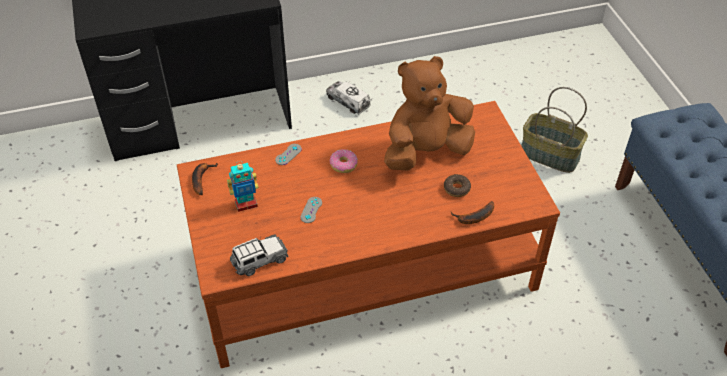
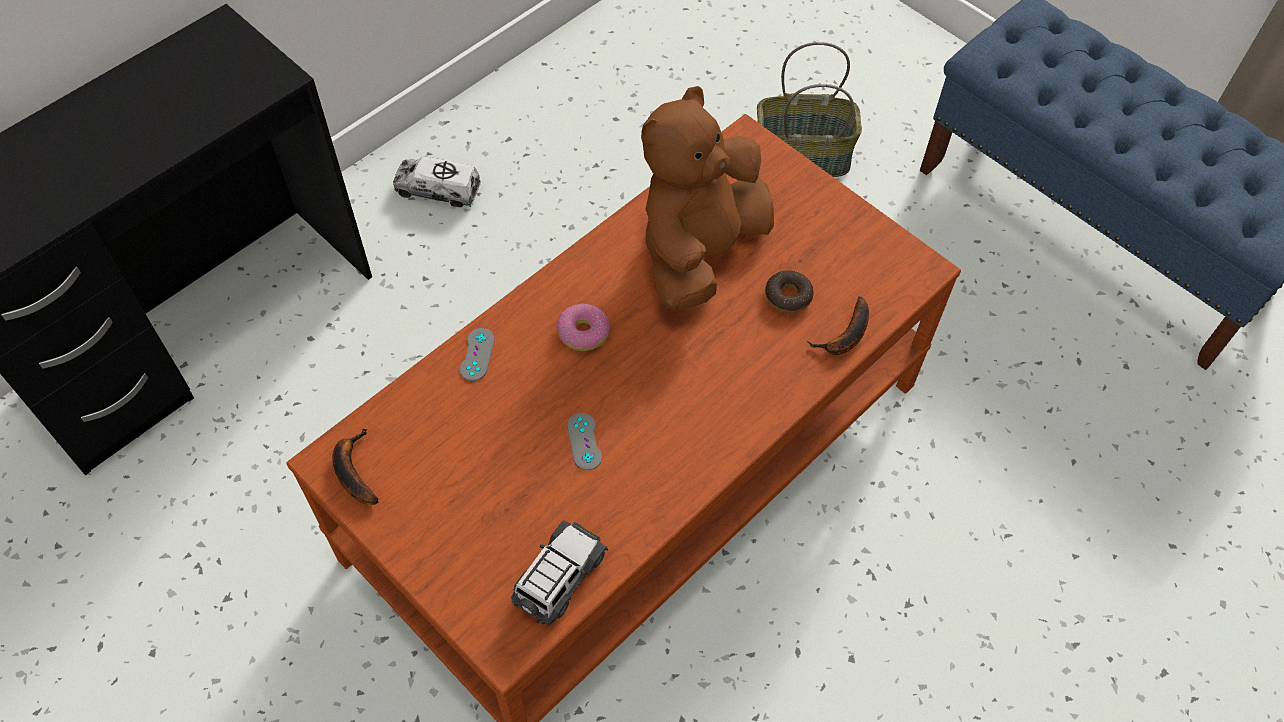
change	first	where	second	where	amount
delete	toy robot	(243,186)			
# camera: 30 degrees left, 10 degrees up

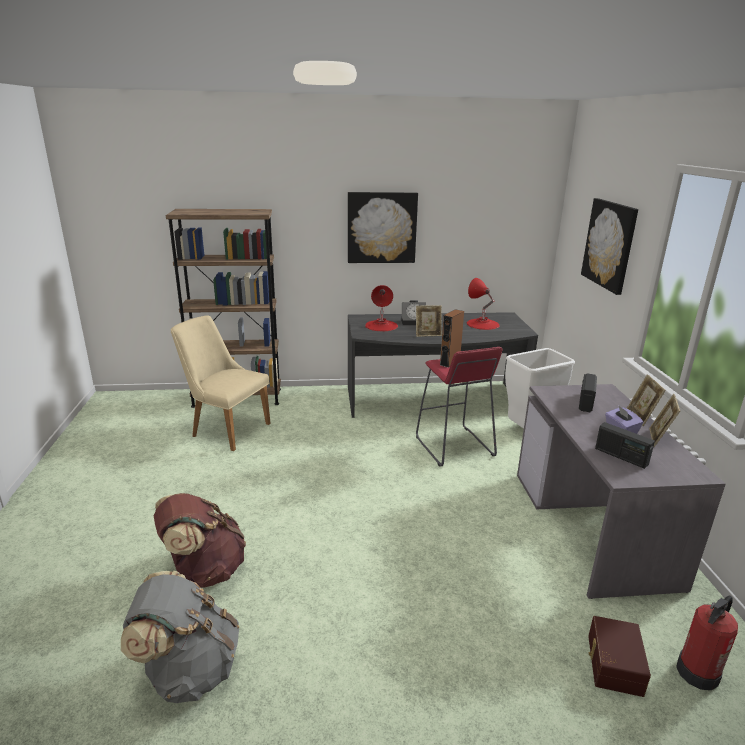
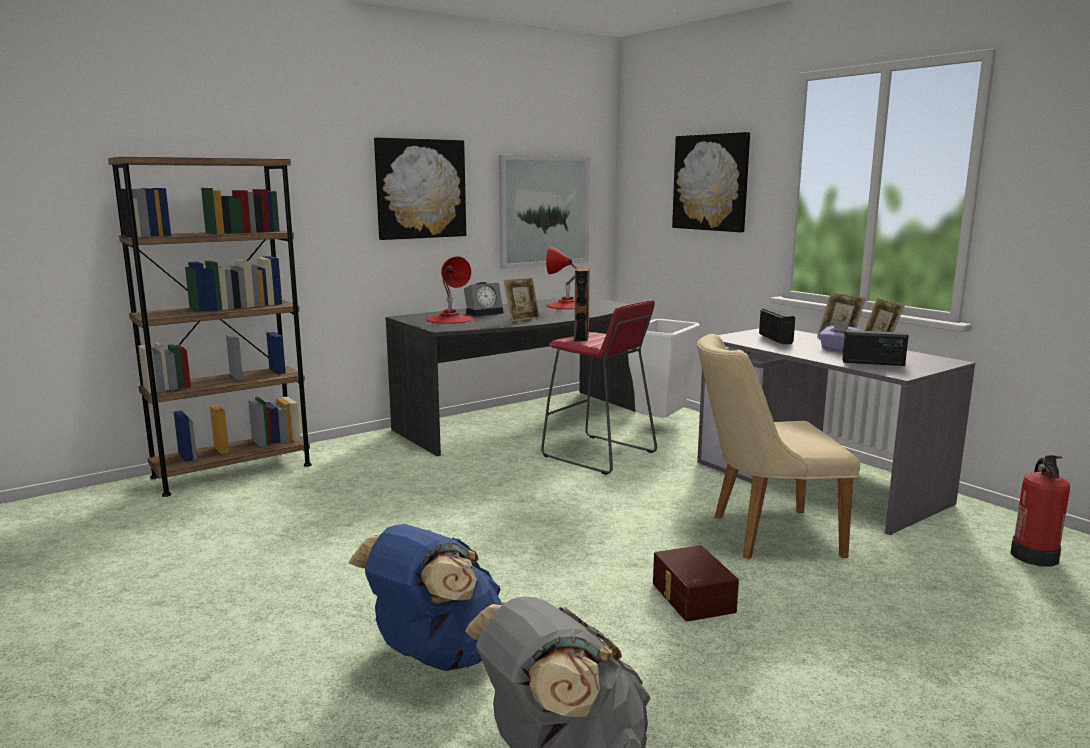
change	first	where	second	where	amount
recolor	brown backpack	(200,540)	blue backpack	(425,597)	
insert			picture	(544,212)	
move	brown storage box	(619,656)		(696,583)	
move	beige chair	(221,383)		(778,446)	
# camera: 30 degrees left, 10 degrees down

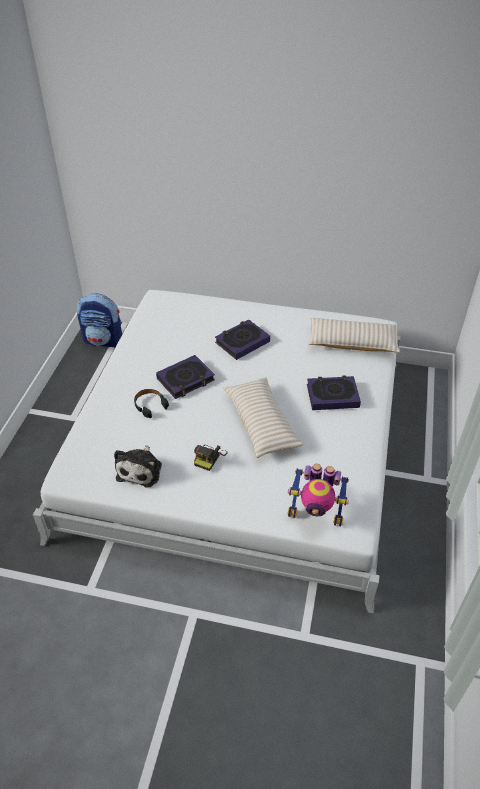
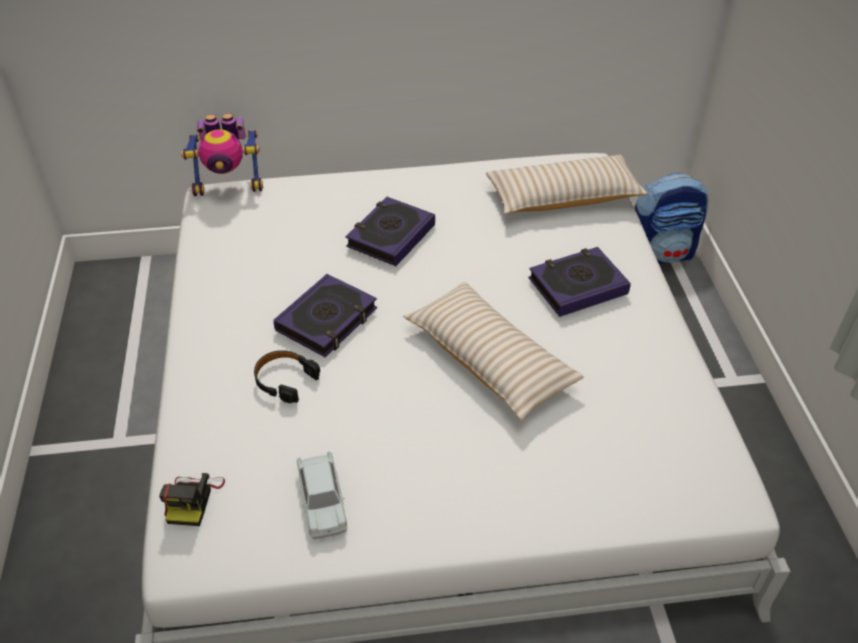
change	first	where	second	where	amount
move	photo camera	(211,458)		(192,499)	
move	toy robot	(318,495)		(222,154)	
replace	plush toy	(138,466)	white toy car	(321,495)	
move	backpack	(99,320)		(671,218)	
# camera: 20 degrees left, 0 degrees up

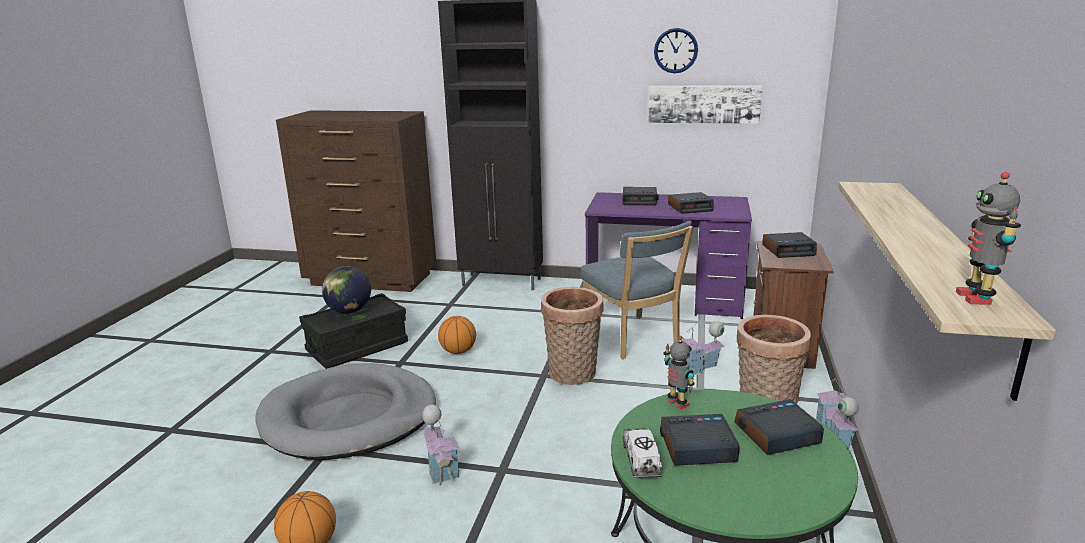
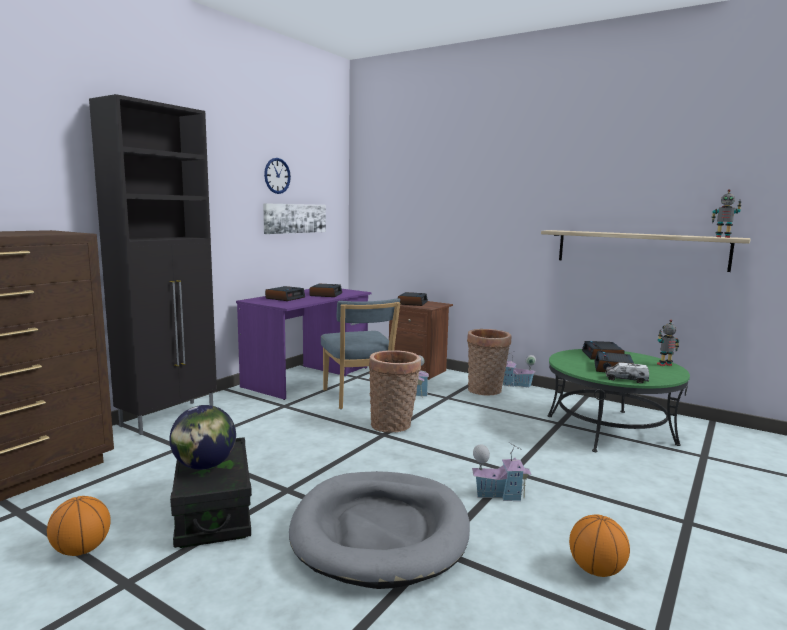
change	first	where	second	where	amount
move	basketball	(457,335)		(79,526)	
rotate	blue chair	(637,290)		(360,353)	75 degrees clockwise
move	toy robot	(679,372)		(668,343)	
# camera: 70 degrees left, 10 degrees down

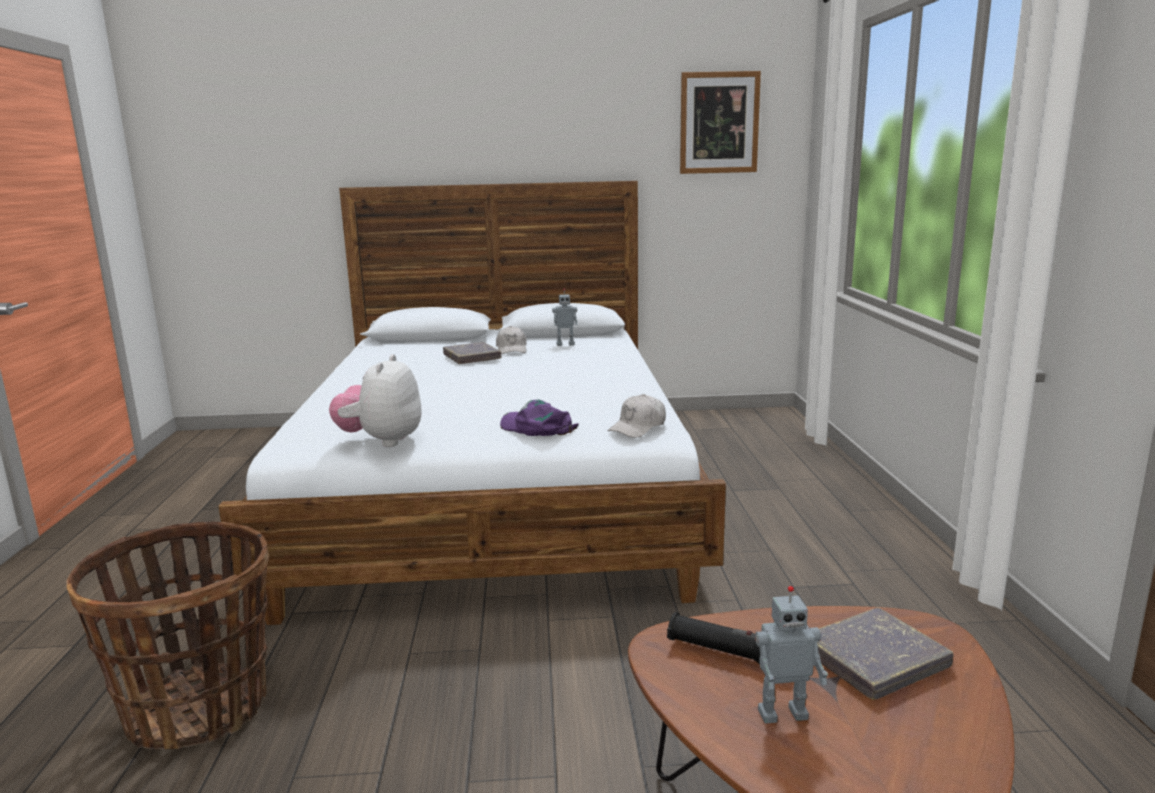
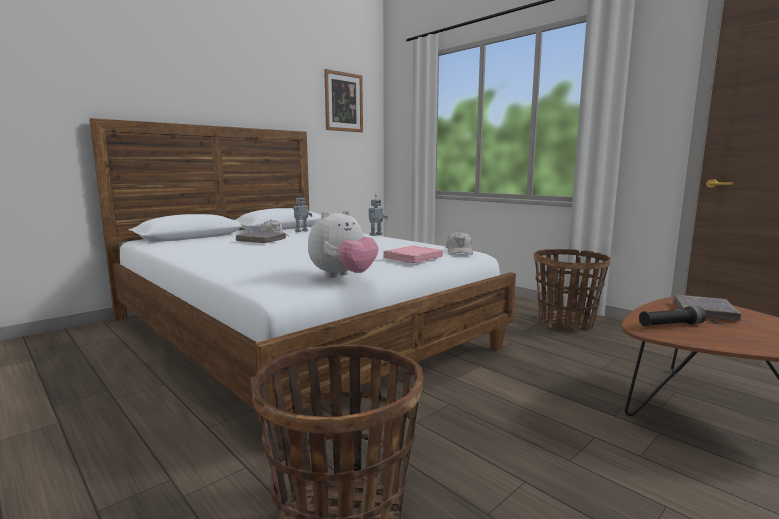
change	first	where	second	where	amount
rotate	plush toy	(375,400)		(343,244)	105 degrees counterclockwise
move	toy robot	(791,655)		(378,215)	
replace	purple cap	(539,417)	pink book	(413,254)	
insert			basket	(572,290)	
# camera: 40 degrees left, 5 degrees down

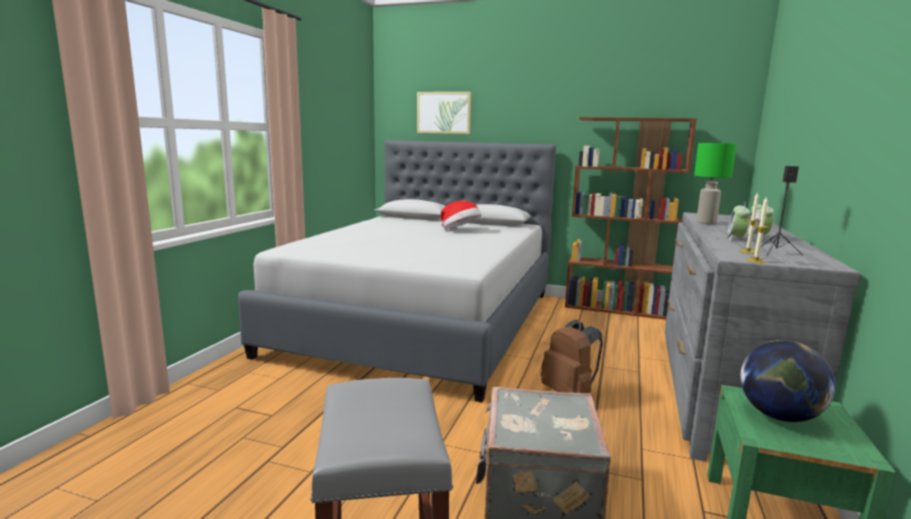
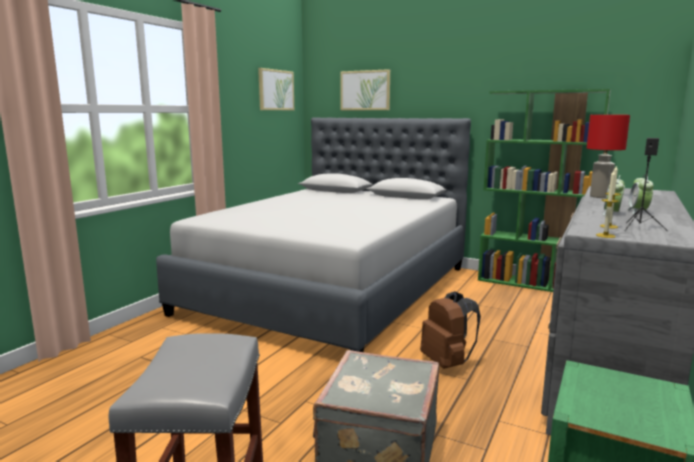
change	first	where	second	where	amount
insert			picture	(276,89)	
recolor	brown bookcase	(631,218)	green bookcase	(544,190)	
recolor	green table lamp	(715,183)	red table lamp	(608,156)	
delete	hat	(461,215)			
delete	globe	(787,381)			
# camera: 10 degrees right, 0 degrees up

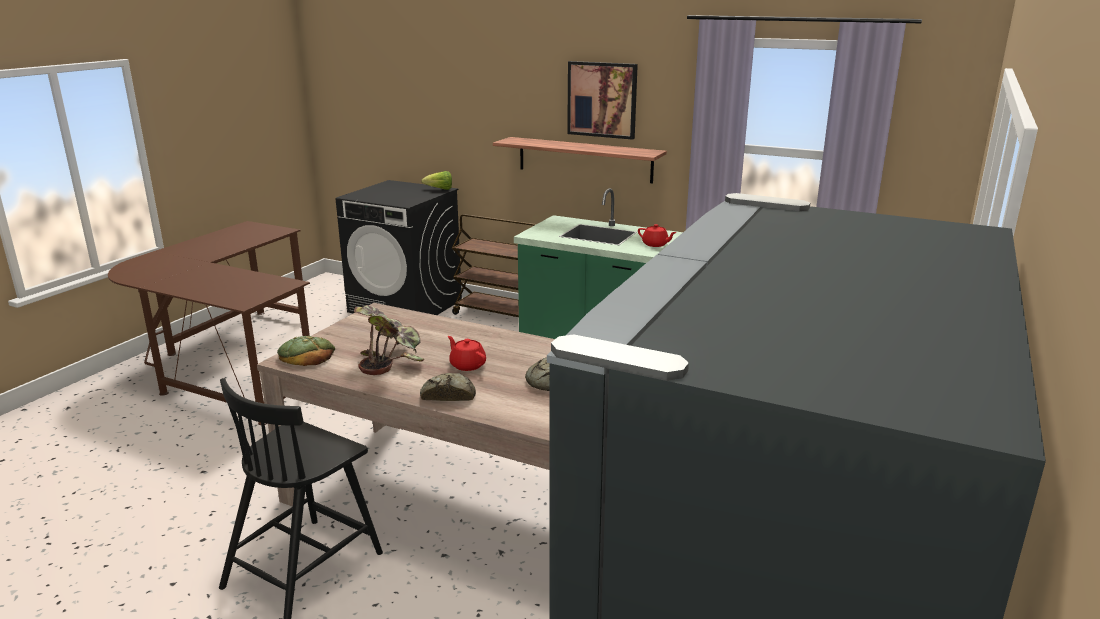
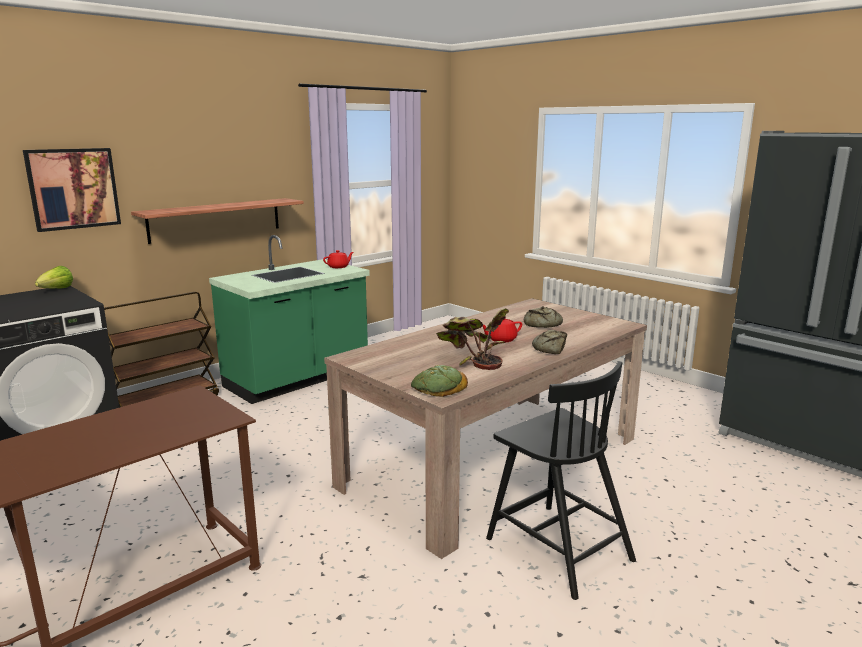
change	first	where	second	where	amount
move	picture	(602,100)		(72,190)	
# camera: 70 degrees left, 5 degrees down

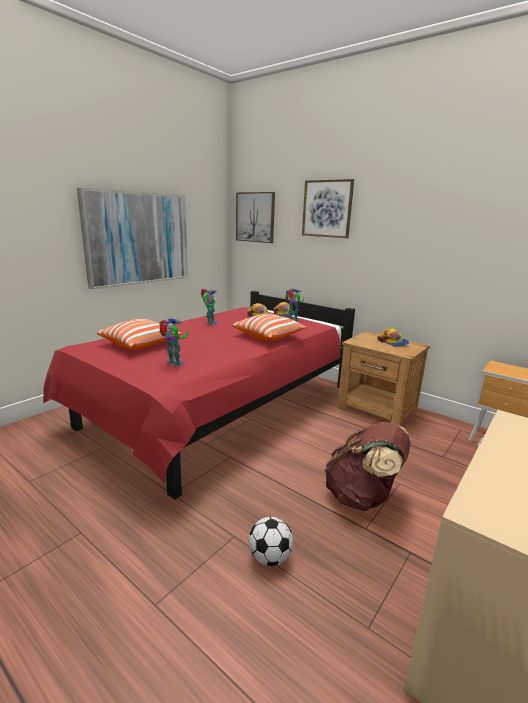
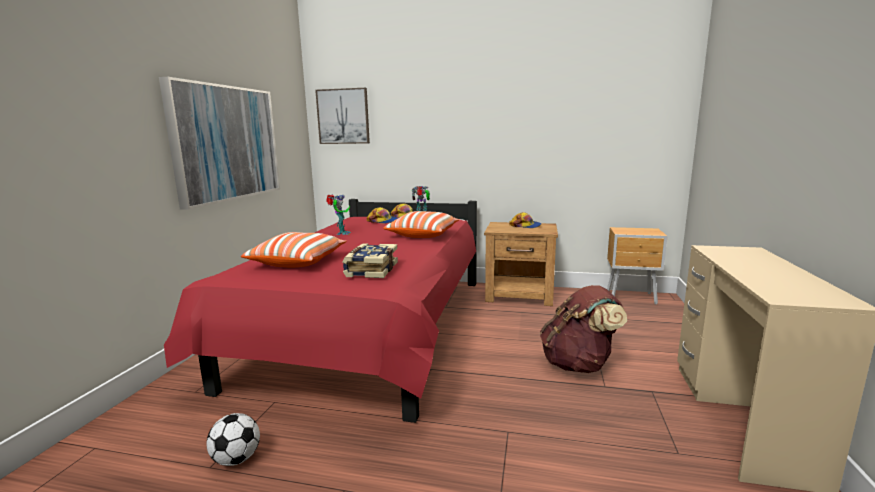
change	first	where	second	where	amount
move	football	(271,541)		(233,439)	
replace	toy robot	(173,342)	book	(370,260)	
delete	picture	(328,208)			
# camera: 25 degrees left, 5 degrees down

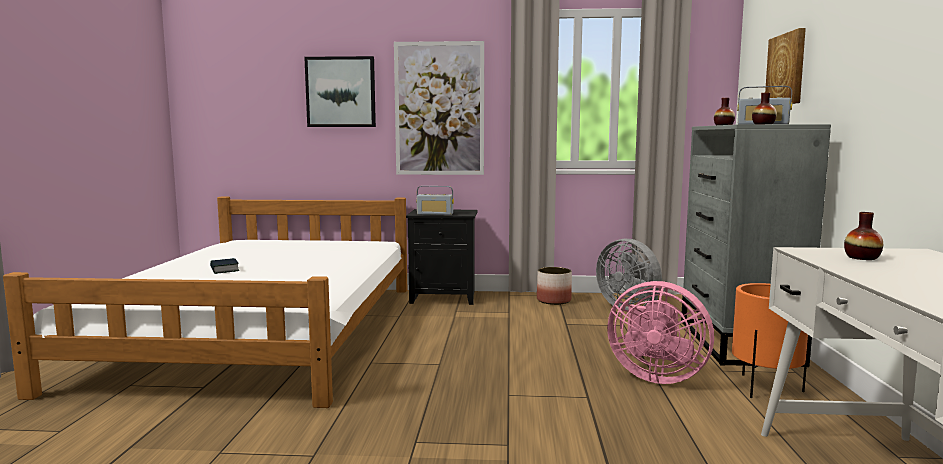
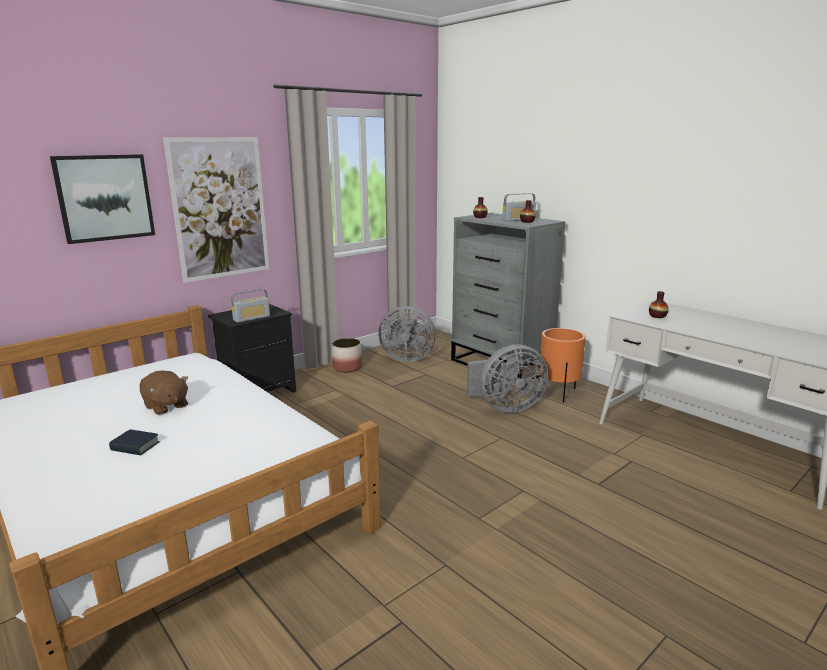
change	first	where	second	where	amount
insert			brown plush toy	(164,393)	
recolor	pink fan	(660,332)	grey fan	(507,379)	
delete	picture	(785,66)			
# camera: 45 degrees left, 10 degrees up

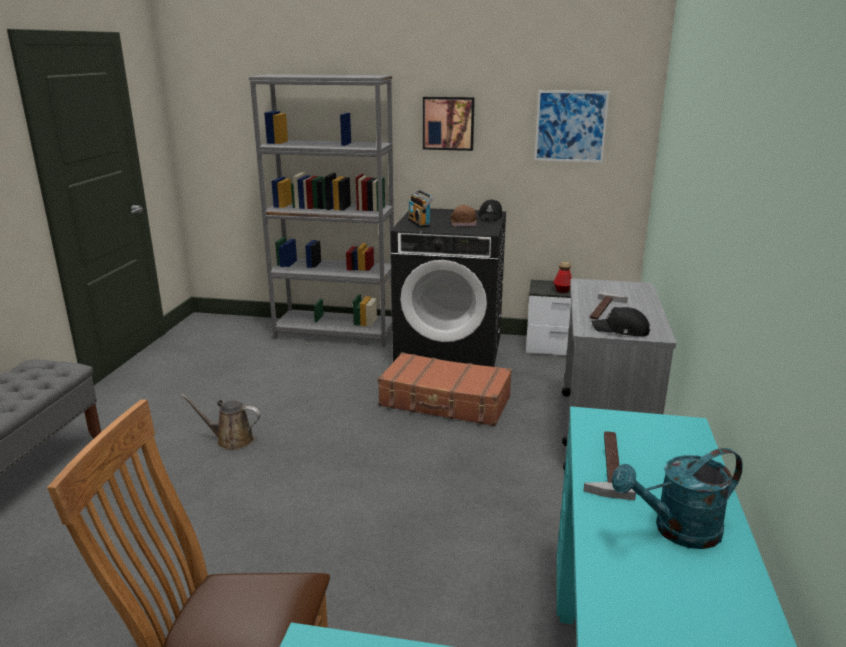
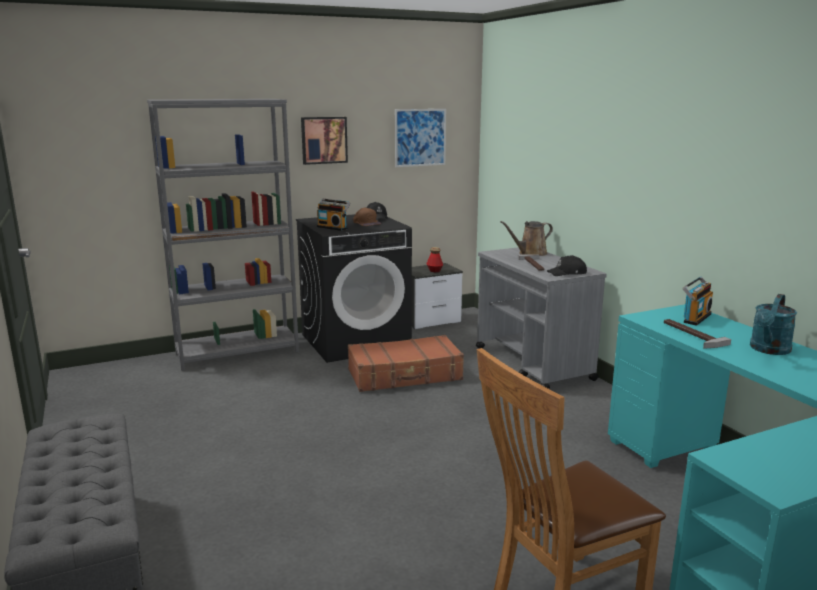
change	first	where	second	where	amount
move	brown watering can	(220,422)		(526,238)	
insert			radio	(697,301)	
# camera: 35 degrees left, 5 degrees down

